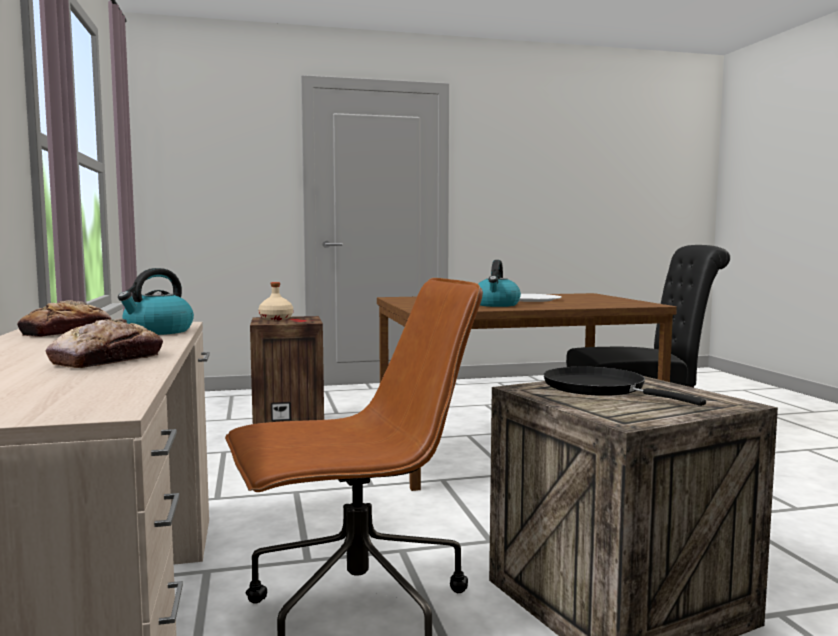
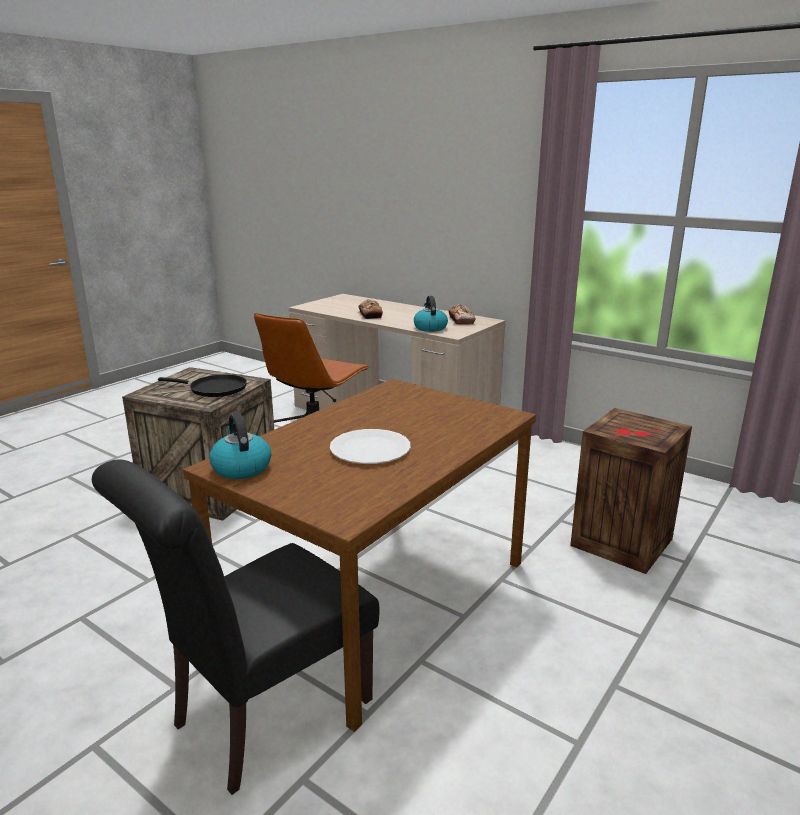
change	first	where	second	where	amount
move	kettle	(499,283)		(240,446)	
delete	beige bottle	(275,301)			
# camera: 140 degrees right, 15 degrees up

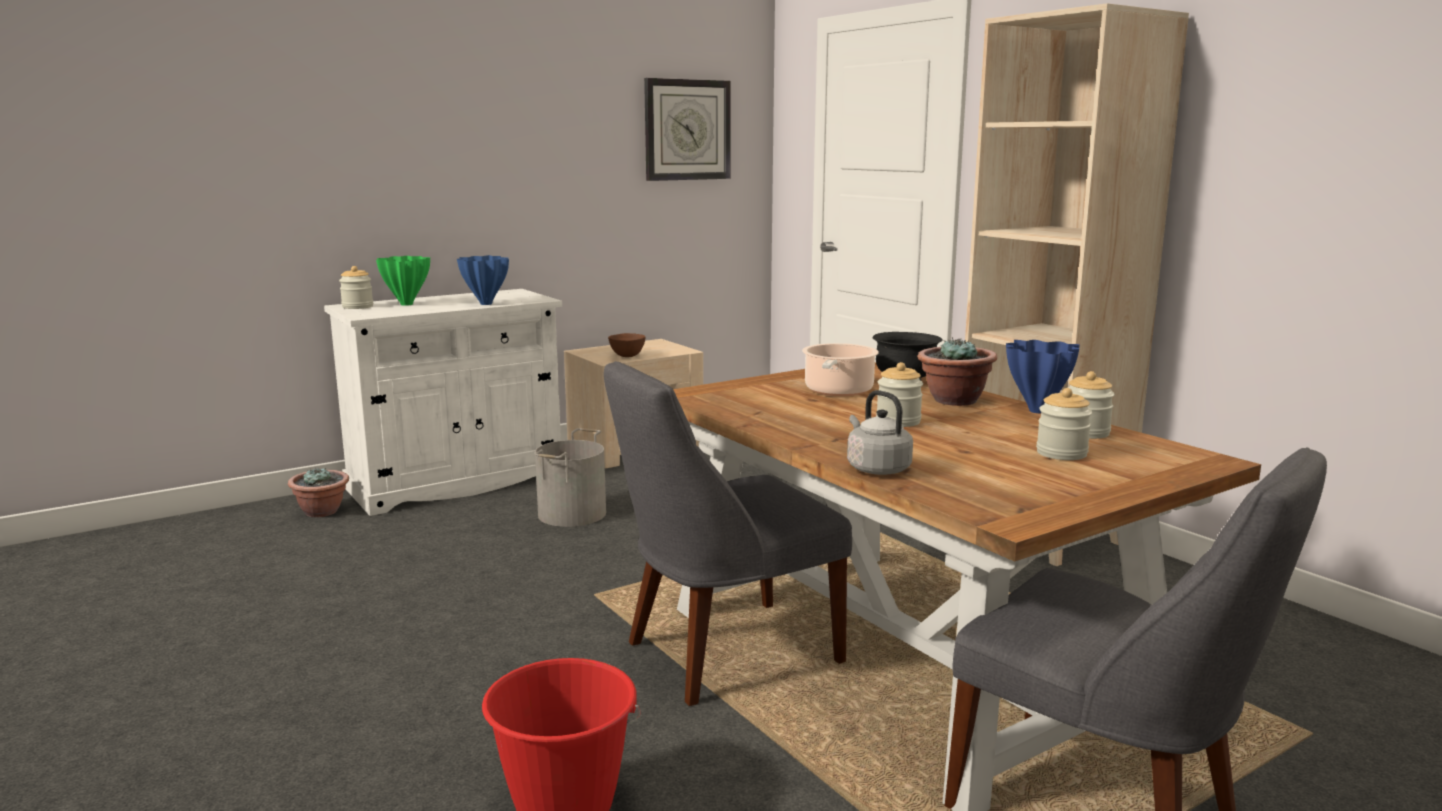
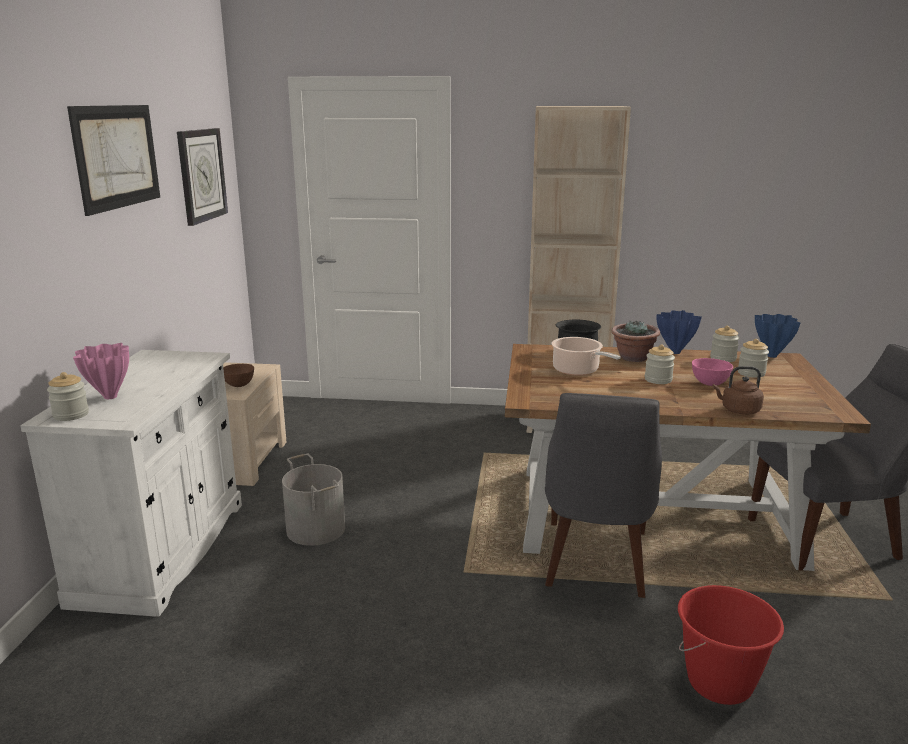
change	first	where	second	where	amount
insert			picture	(113,160)	
recolor	green vase	(403,281)	pink vase	(101,371)	
insert			pink bowl	(712,372)	
recolor	grey kettle	(880,432)	brown kettle	(738,390)	
move	blue vase	(483,280)		(777,336)	
delete	potted plant	(318,492)			
# camera: 50 degrees left, 5 degrees up

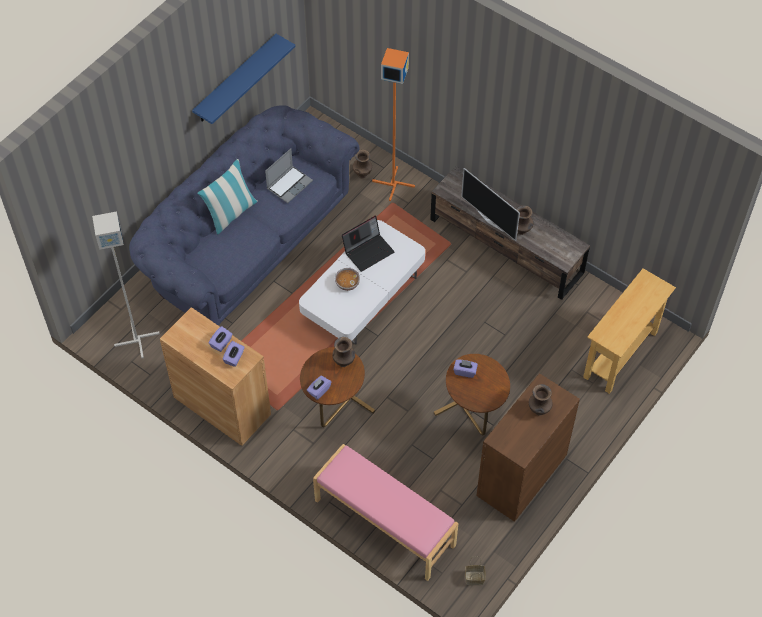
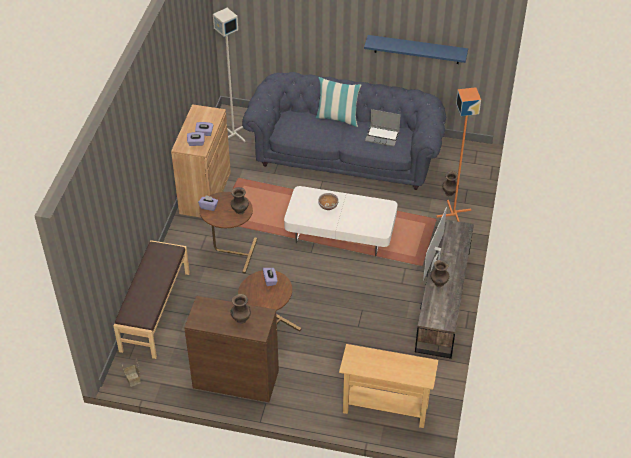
change	first	where	second	where	amount
recolor	pink bench	(386,512)	brown bench	(152,299)	
delete	laptop	(368,244)			
# camera: 65 degrees right, 10 degrees down

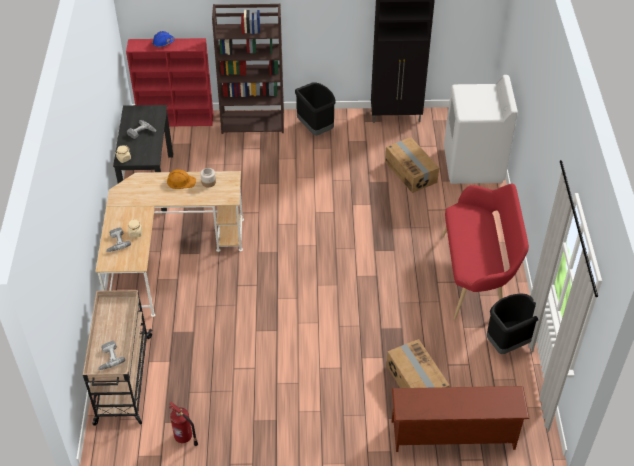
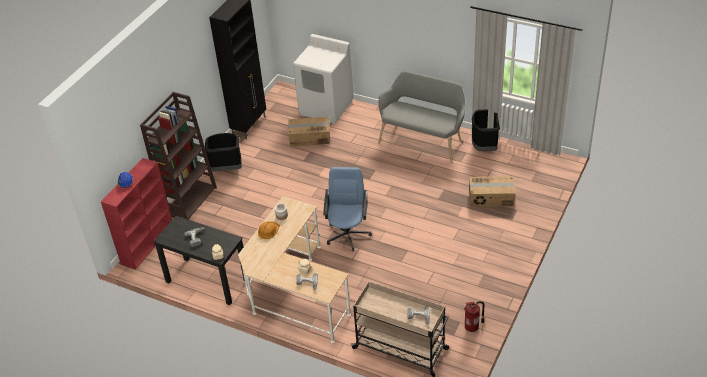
change	first	where	second	where	amount
insert			blue office chair	(347,209)	
recolor	red bench	(485,251)	grey bench	(421,117)	
delete	brown shoe rack	(460,419)			
# camera: 60 degrees left, 5 degrees down

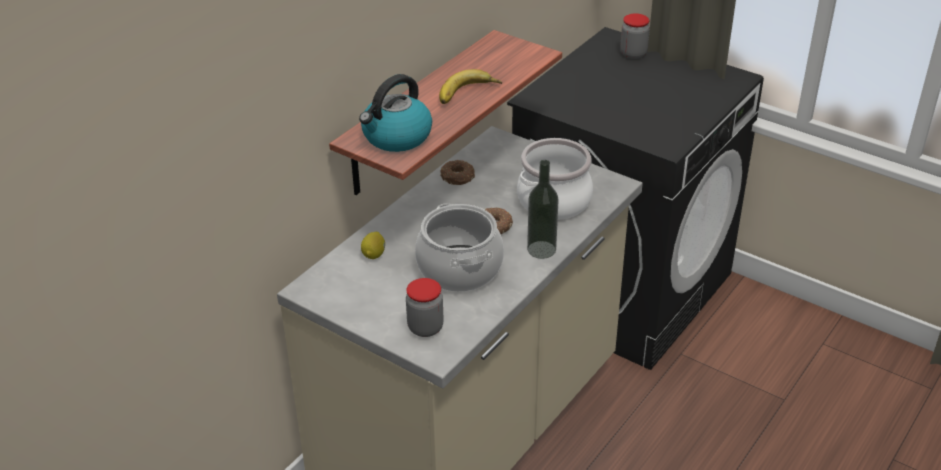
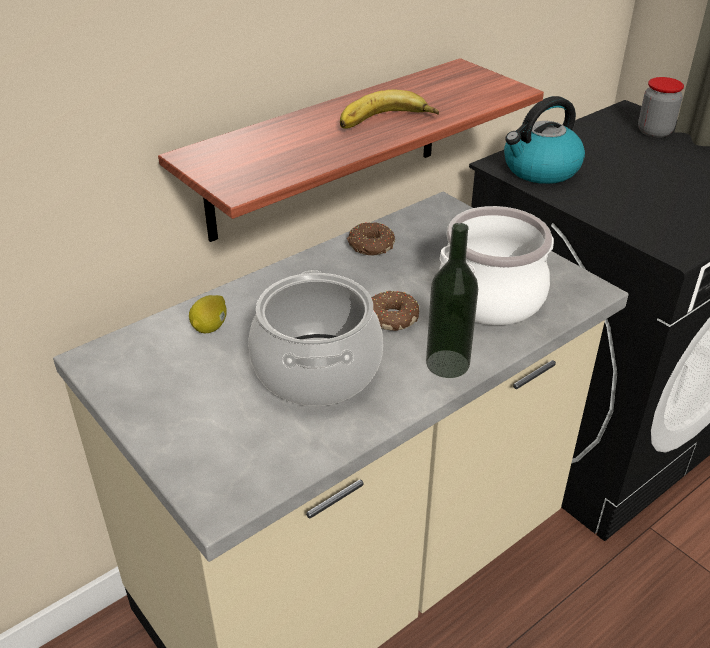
change	first	where	second	where	amount
move	kettle	(395,113)		(544,140)	
delete	jar	(425,307)			
# camera: 15 degrees right, 0 degrees up

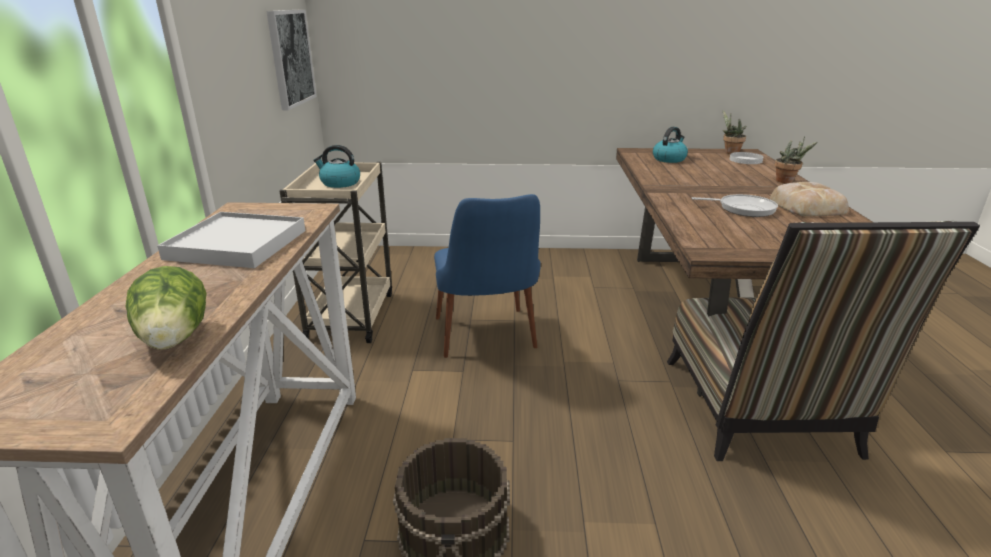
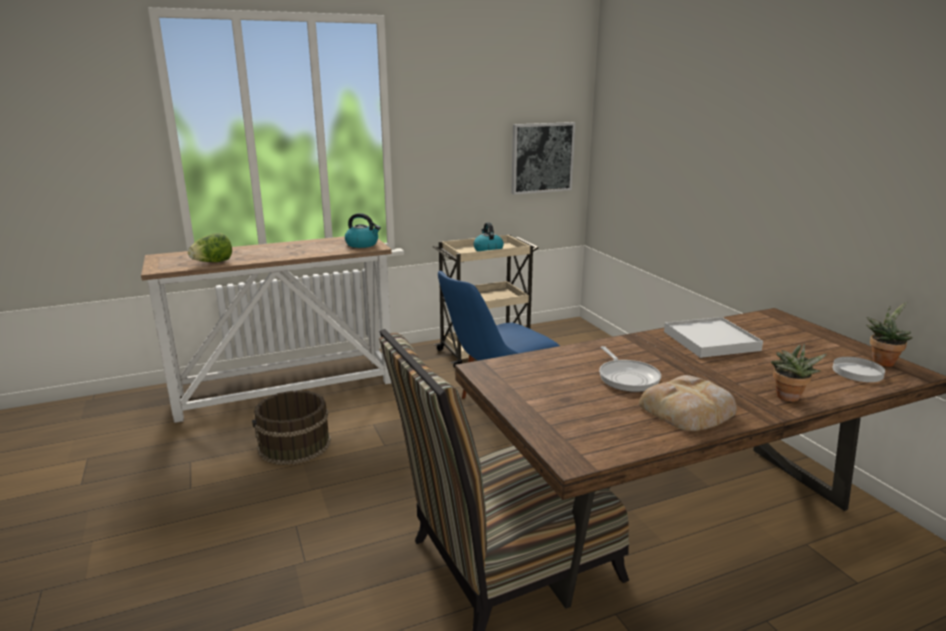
change	first	where	second	where	amount
move	kettle	(670,145)		(363,230)	
move	white tray	(231,240)		(713,337)	
# camera: 65 degrees right, 5 degrees down

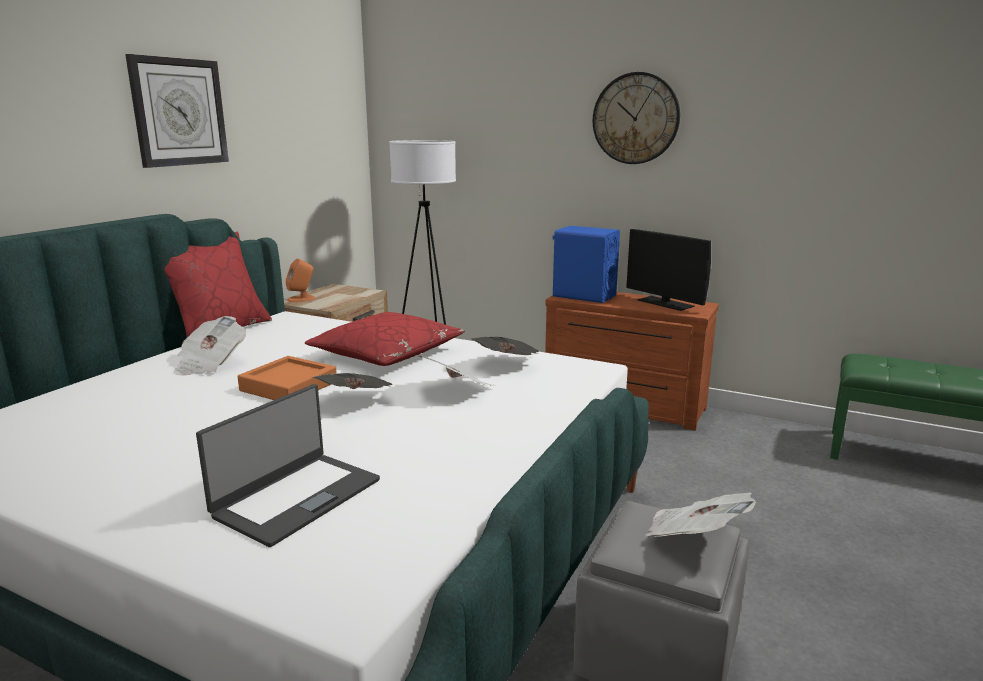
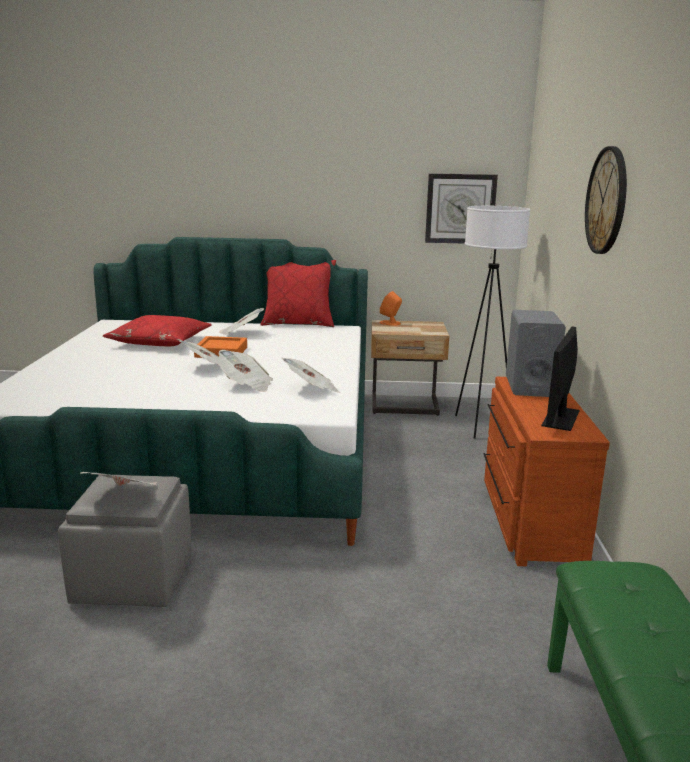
change	first	where	second	where	amount
move	red pillow	(385,339)		(157,330)	
move	wall clock	(177,111)		(461,208)	
recolor	blue speaker	(586,264)	grey speaker	(536,353)	
delete	laptop	(288,465)			
# camera: 65 degrees right, 0 degrees up

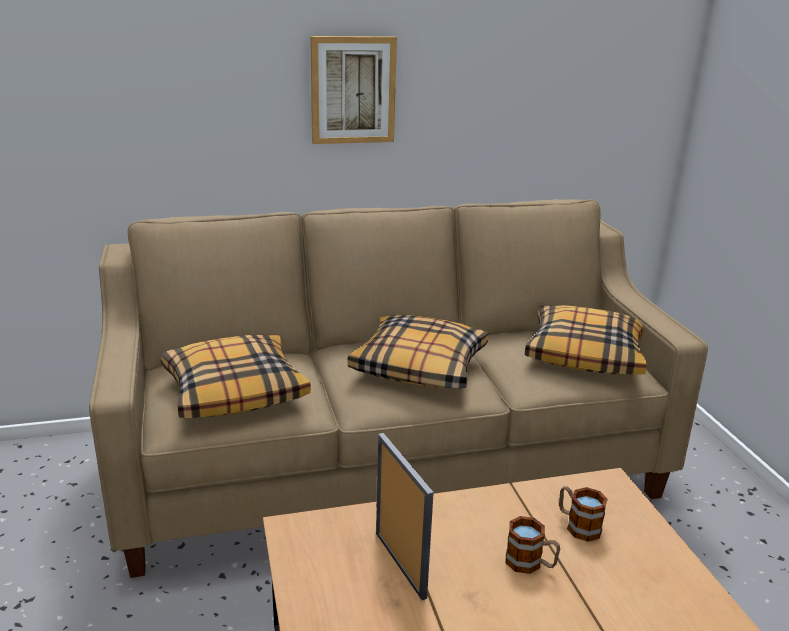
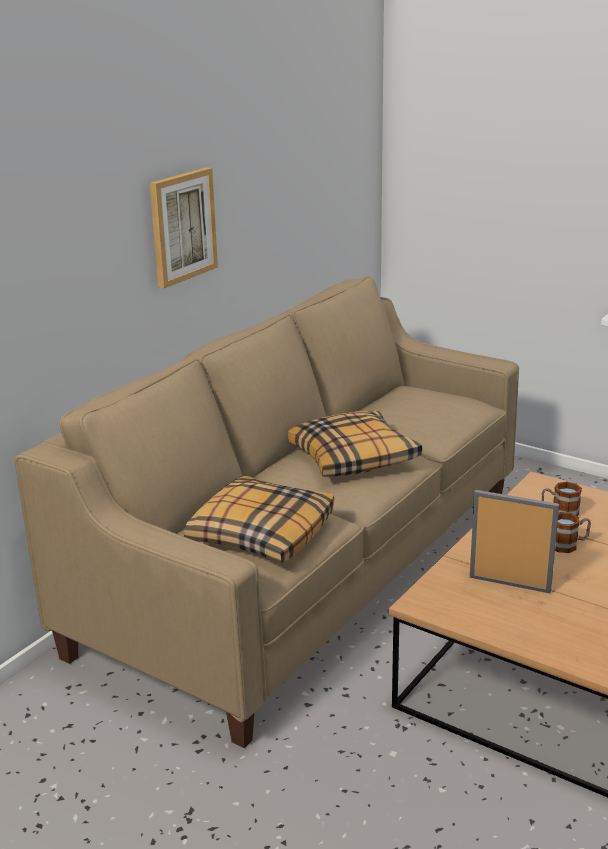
change	first	where	second	where	amount
delete	pillow	(586,340)			
# camera: 40 degrees left, 0 degrees up

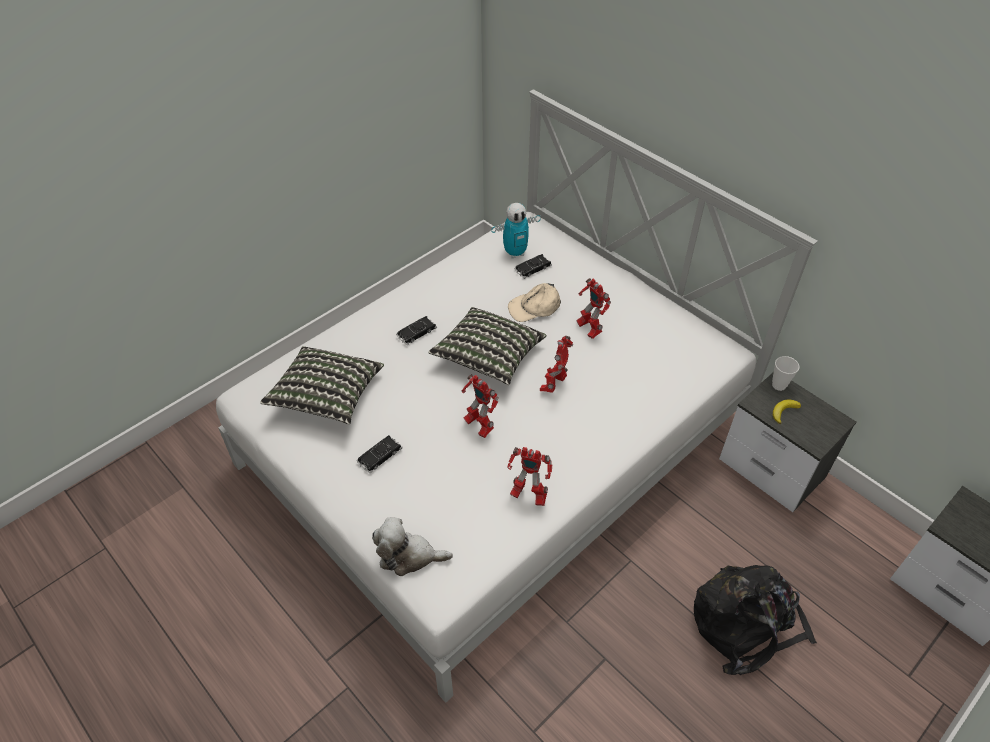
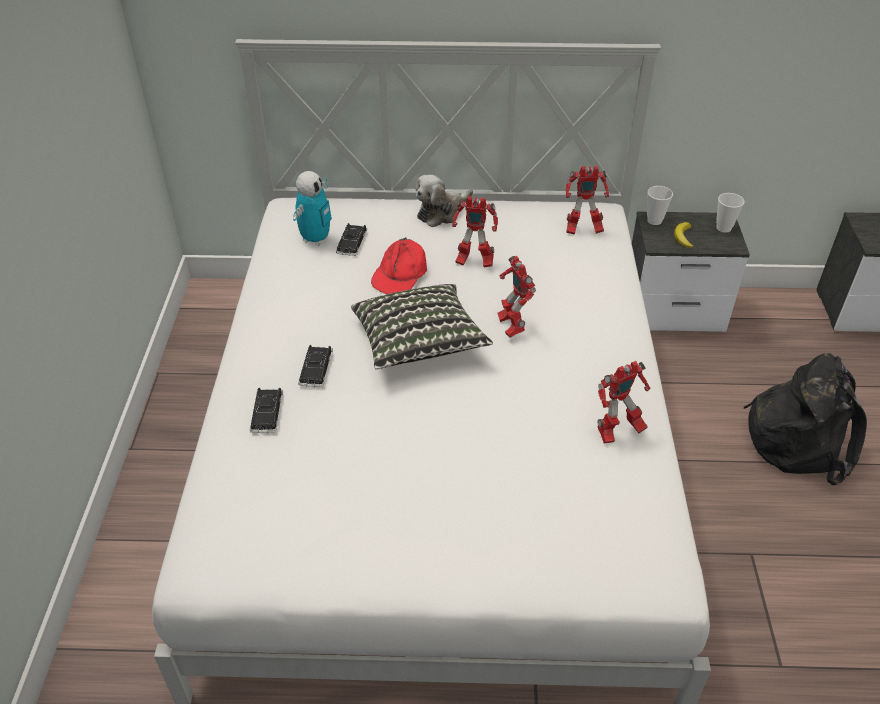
change	first	where	second	where	amount
move	black toy car	(380,454)		(266,410)	
recolor	beige cap	(534,302)	red cap	(399,265)	
move	plush toy	(412,547)		(444,201)	
move	toy robot	(480,406)		(587,200)	
insert			cup	(730,213)	
delete	pillow	(322,385)			
# camera: 45 degrees left, 5 degrees down

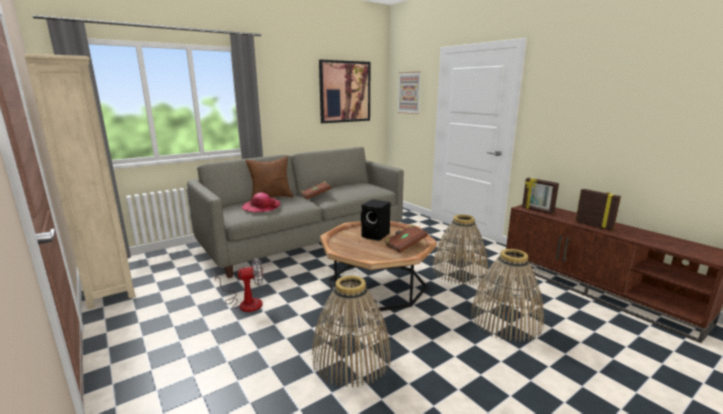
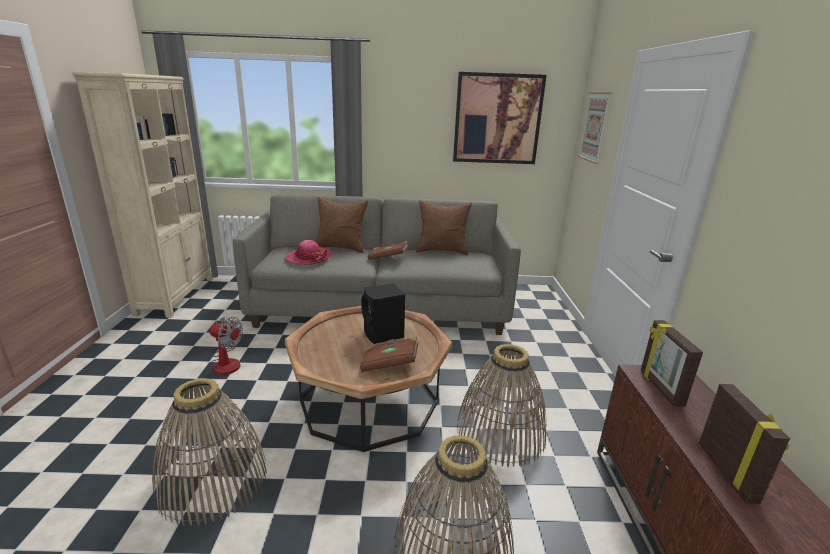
change	first	where	second	where	amount
insert			brown pillow	(444,227)	
# camera: 35 degrees right, 5 degrees up

